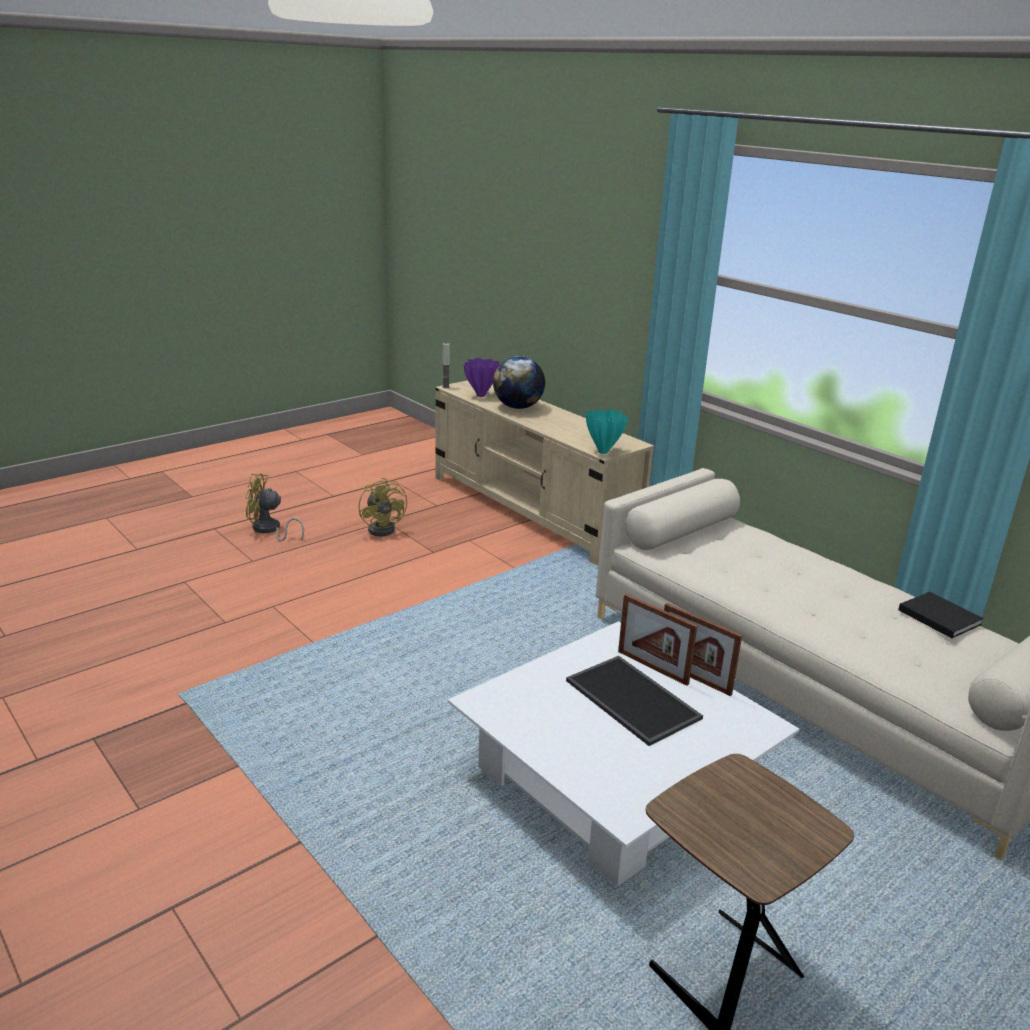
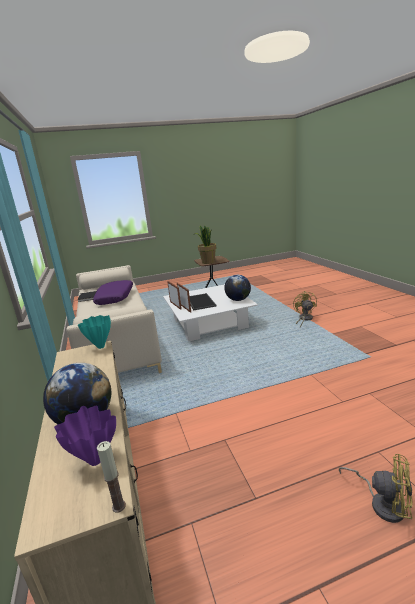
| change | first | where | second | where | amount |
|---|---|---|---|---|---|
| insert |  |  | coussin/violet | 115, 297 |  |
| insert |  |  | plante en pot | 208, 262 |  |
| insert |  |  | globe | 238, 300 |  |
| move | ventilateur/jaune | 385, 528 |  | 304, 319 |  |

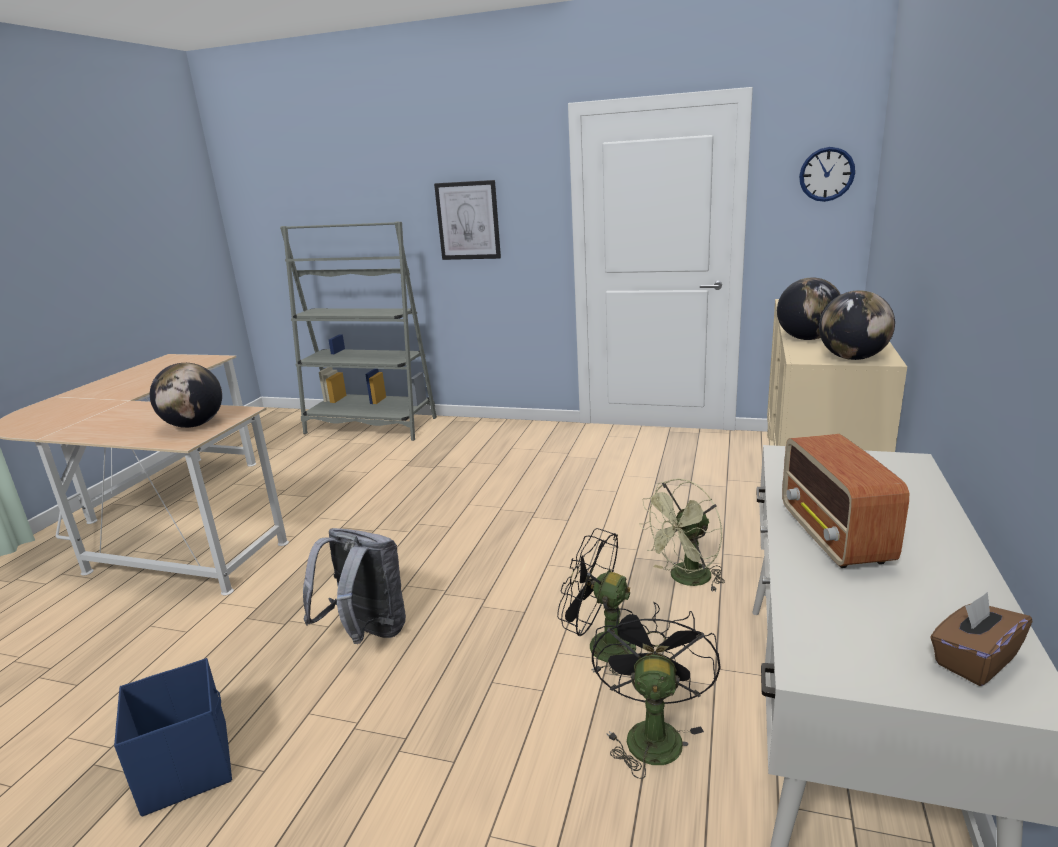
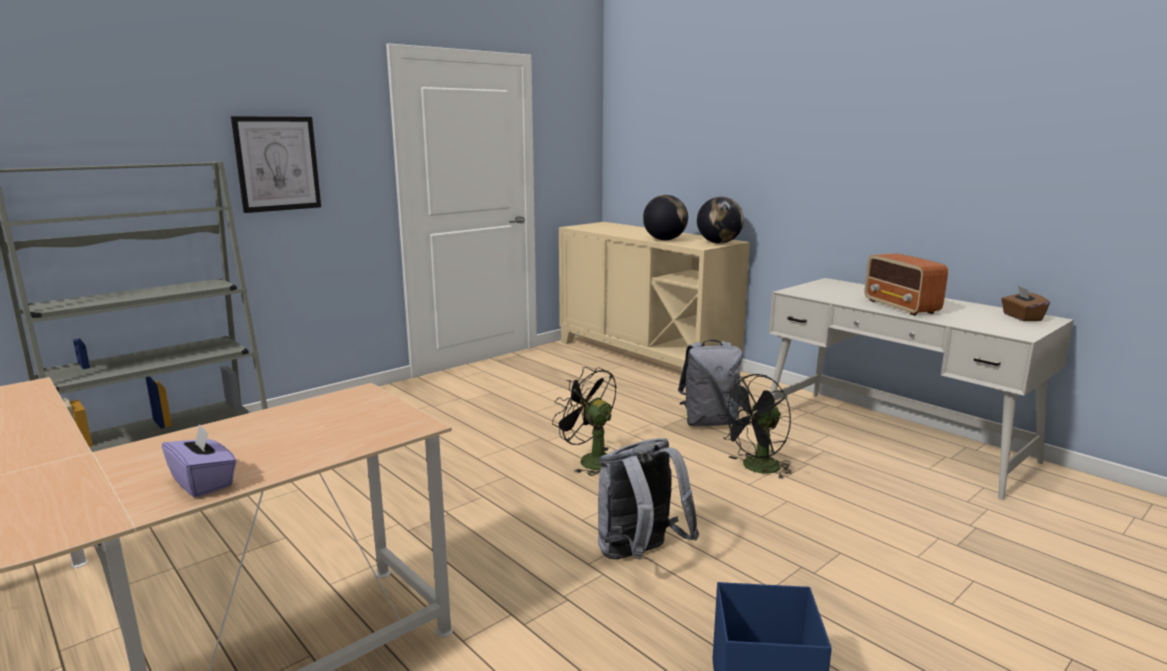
| change | first | where | second | where | amount |
|---|---|---|---|---|---|
| delete | globe | 194, 425 |  |  |  |
| delete | horloge murale | 826, 174 |  |  |  |
| insert |  |  | boîte à mouchoirs/violet | 204, 482 |  |
| move | ventilateur/noir | 651, 732 |  | 590, 460 |  |
| replace | ventilateur/vert | 685, 580 | sac à dos/gris | 709, 422 |  |
| rotate | radio | 834, 536 |  | 901, 307 | 45 degrees clockwise |

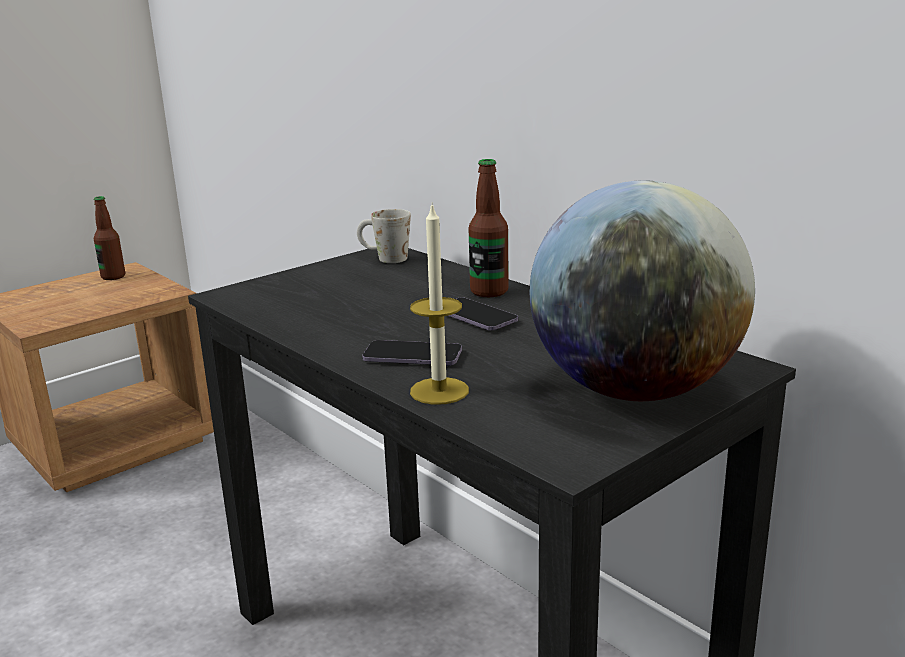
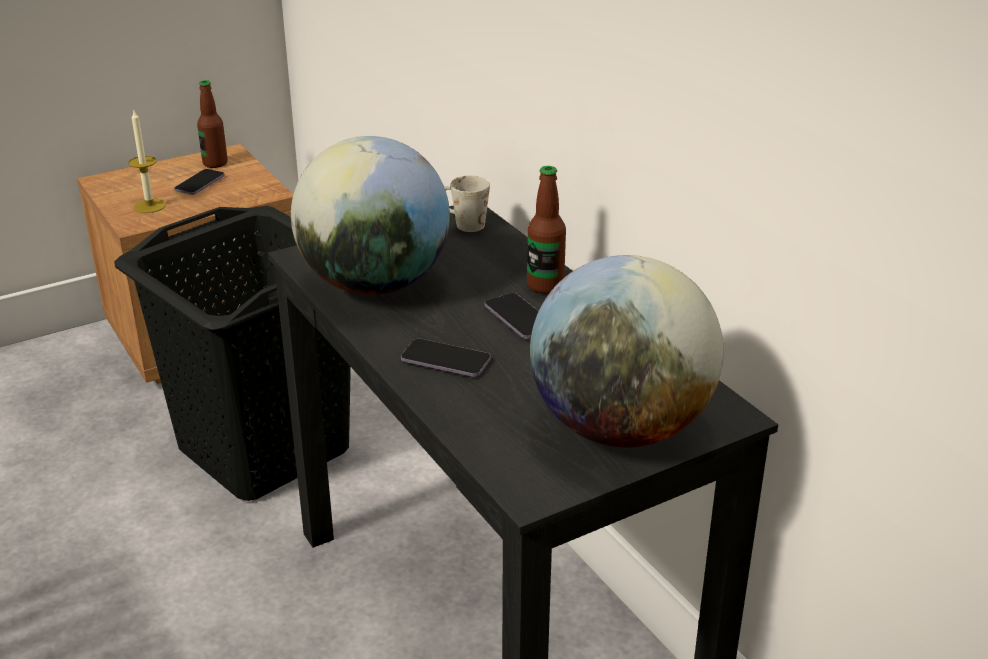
| change | first | where | second | where | amount |
|---|---|---|---|---|---|
| insert |  |  | panier à linge/noir | 264, 447 |  |
| insert |  |  | téléphone | 200, 184 |  |
| insert |  |  | globe | 375, 285 |  |
| move | bougie | 439, 391 |  | 149, 206 |  |

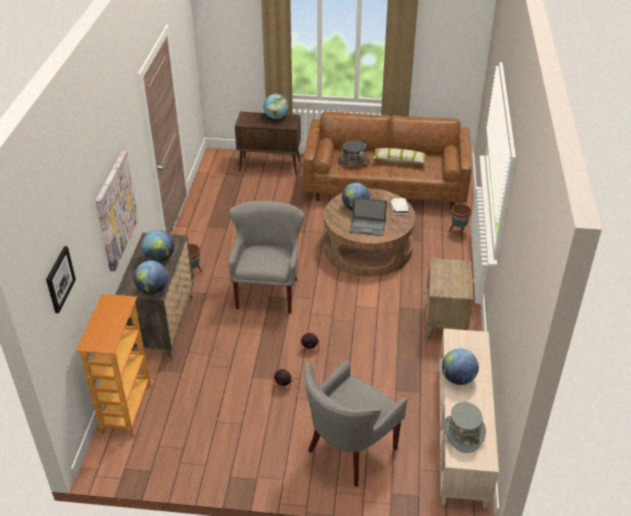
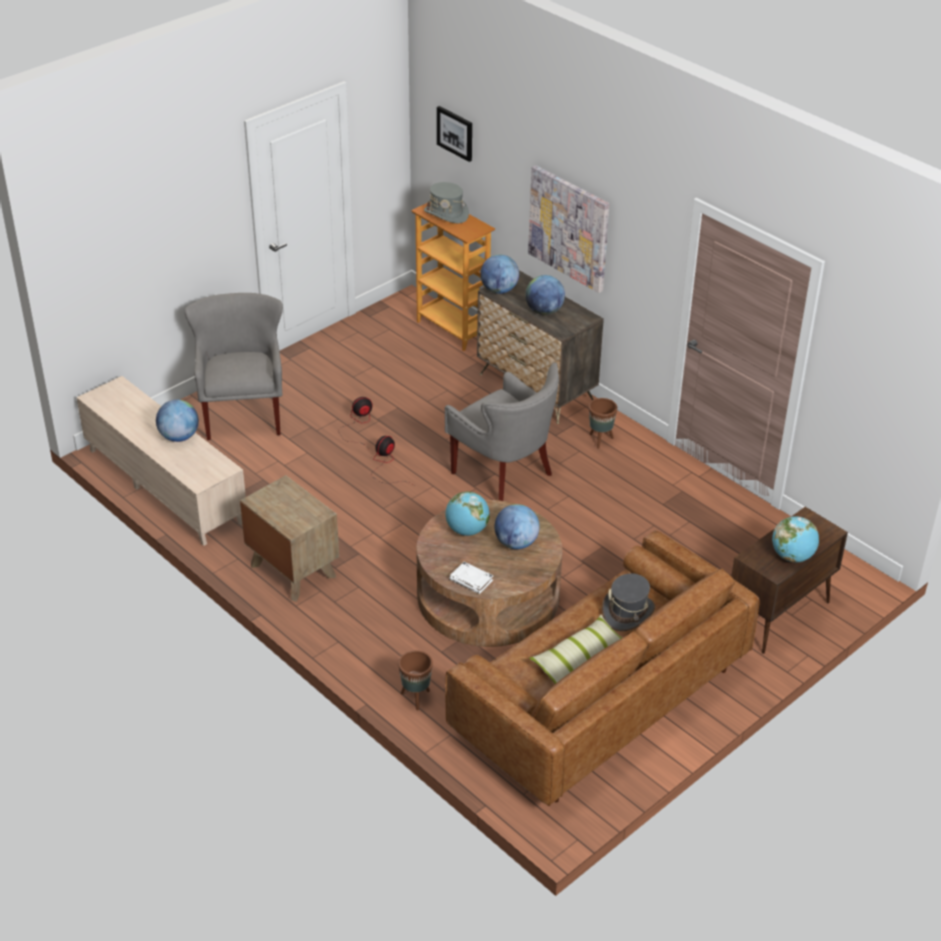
| change | first | where | second | where | amount |
|---|---|---|---|---|---|
| move | chapeau/gris | 463, 433 |  | 446, 214 |  |
| replace | ordinateur portable | 368, 227 | globe | 467, 530 |  |

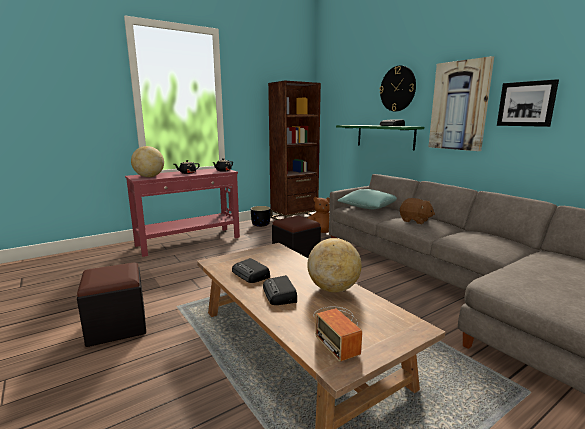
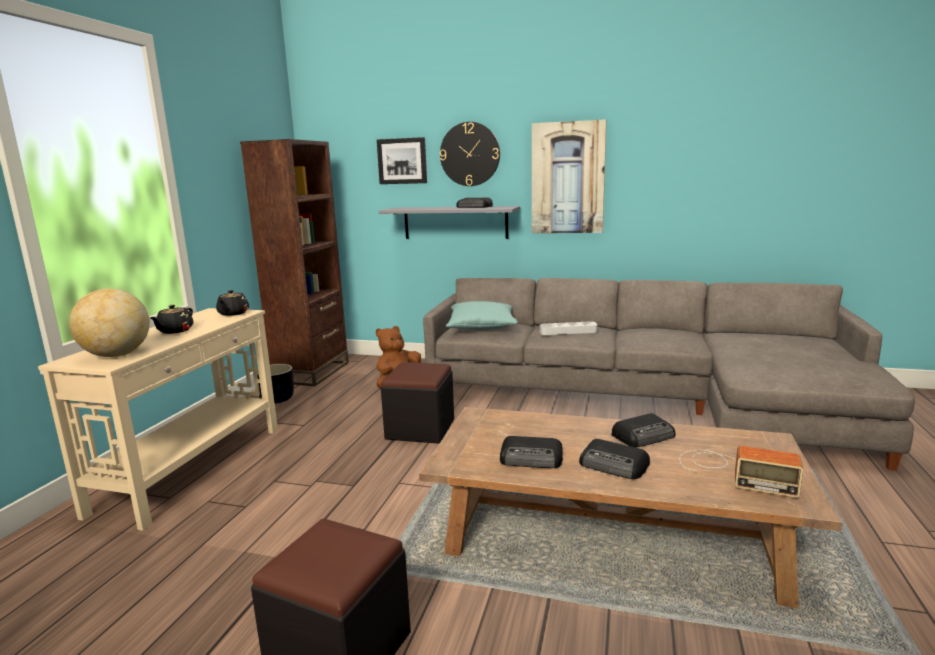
| change | first | where | second | where | amount |
|---|---|---|---|---|---|
| move | tableau | 526, 104 |  | 402, 161 |  |
| replace | globe | 333, 289 | radio | 644, 436 |  |
| replace | peluche/marron | 415, 221 | plateau/gris | 568, 331 |  |
| recolor | table console/rouge | 189, 241 | table console/beige | 193, 468 |  |
| recolor | étagère/vert | 385, 136 | étagère/gris | 455, 222 |  |

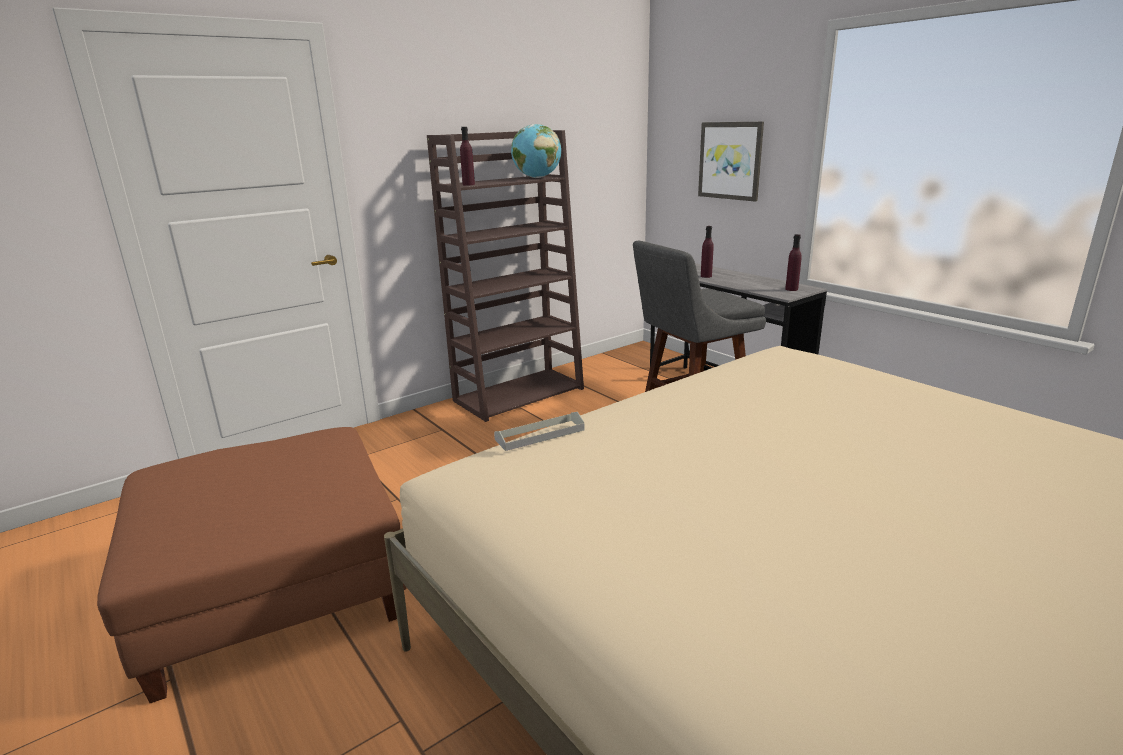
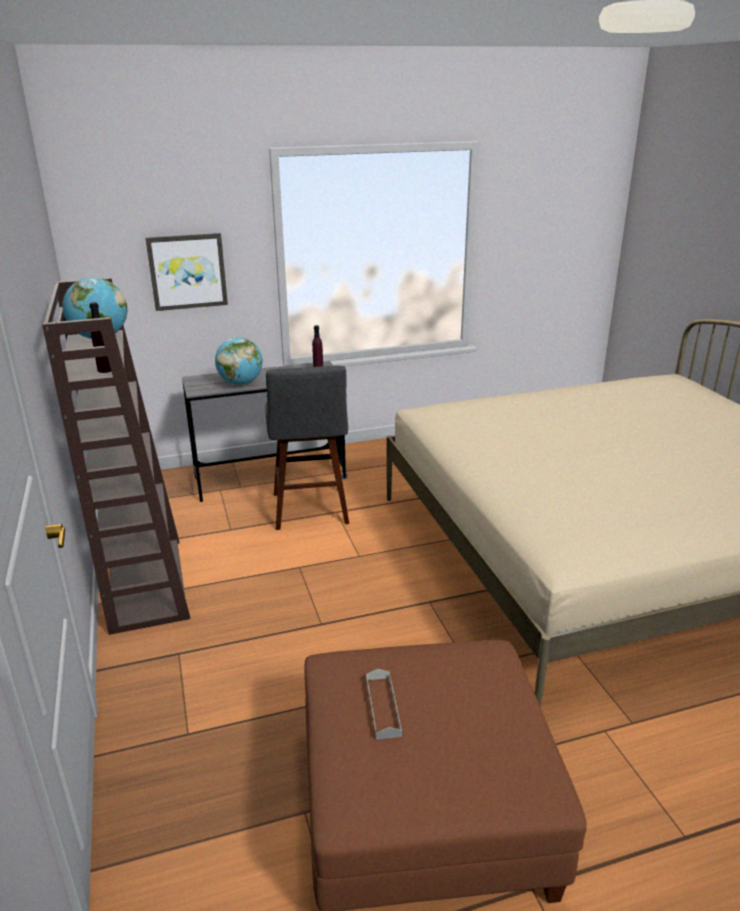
| change | first | where | second | where | amount |
|---|---|---|---|---|---|
| move | plateau/gris | 540, 435 |  | 383, 707 |  |
| replace | bouteille/violet | 706, 276 | globe | 240, 383 |  |

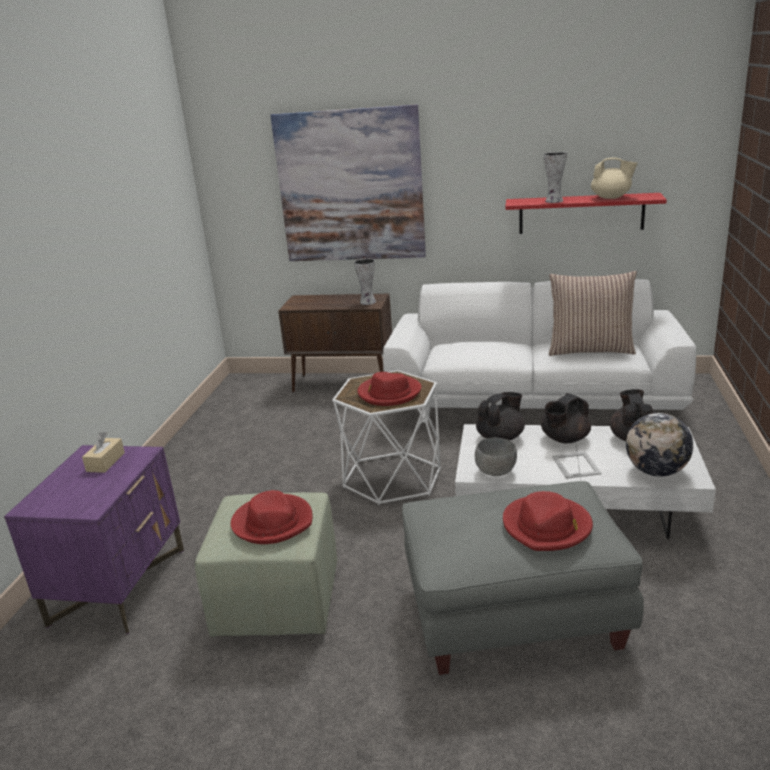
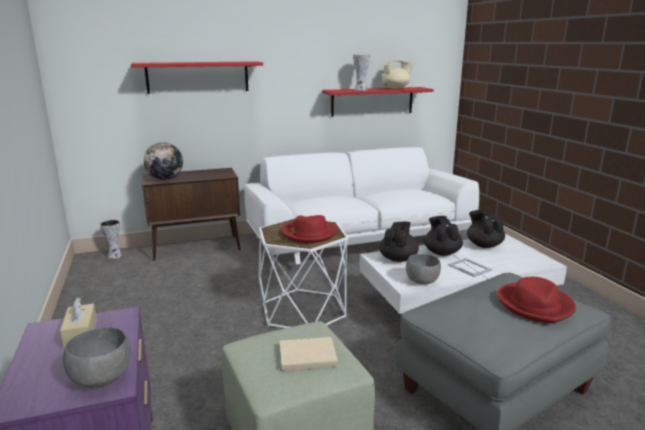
| change | first | where | second | where | amount |
|---|---|---|---|---|---|
| delete | coussin | 590, 349 |  |  |  |
| insert |  |  | bol/gris | 102, 377 |  |
| move | vase | 367, 302 |  | 114, 256 |  |
| move | globe | 656, 471 |  | 165, 179 |  |
| replace | chapeau/rouge | 273, 522 | livre/beige | 306, 355 |  |
| replace | tableau | 350, 186 | étagère/rouge | 198, 77 |  |
| rotate | théière/noir | 564, 439 |  | 441, 252 | 150 degrees clockwise |

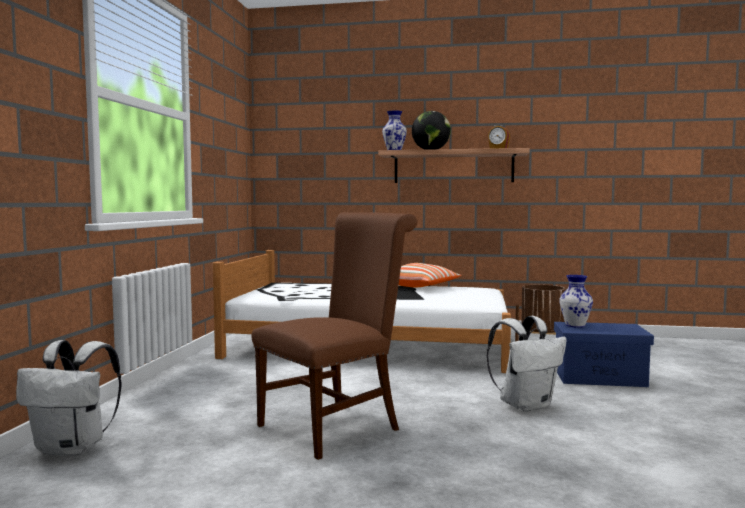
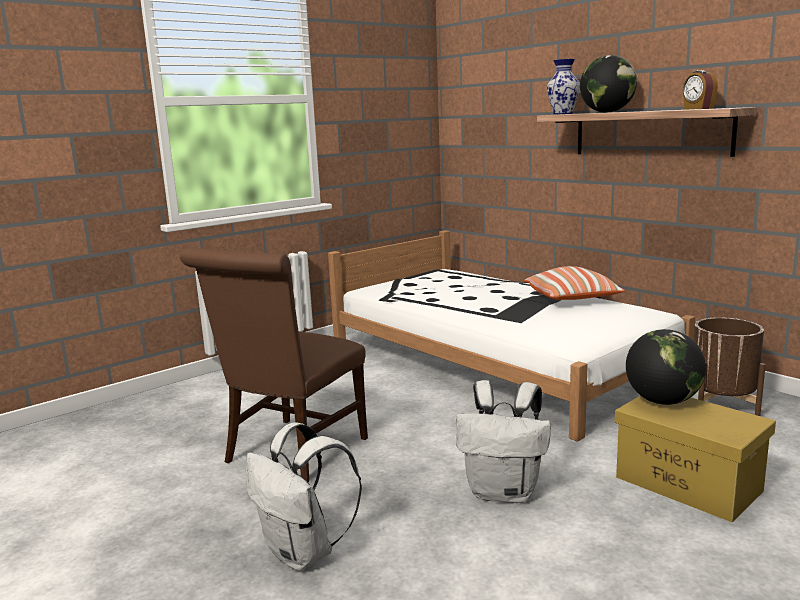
| change | first | where | second | where | amount |
|---|---|---|---|---|---|
| move | sac à dos/blanc | 73, 448 |  | 304, 553 |  |
| replace | vase | 574, 325 | globe | 662, 401 |  |
| recolor | boîte de rangement/bleu | 600, 377 | boîte de rangement/jaune | 689, 484 |  |
| rotate | chaise/marron | 335, 425 |  | 291, 453 | 120 degrees clockwise |

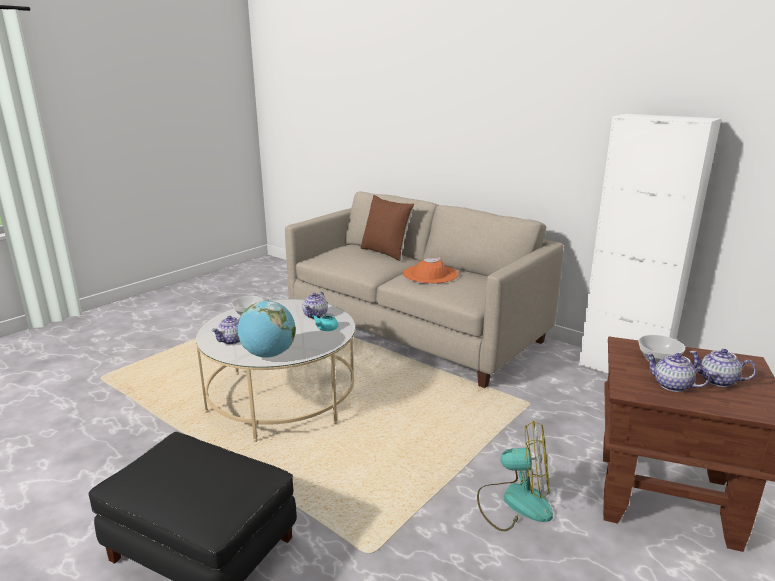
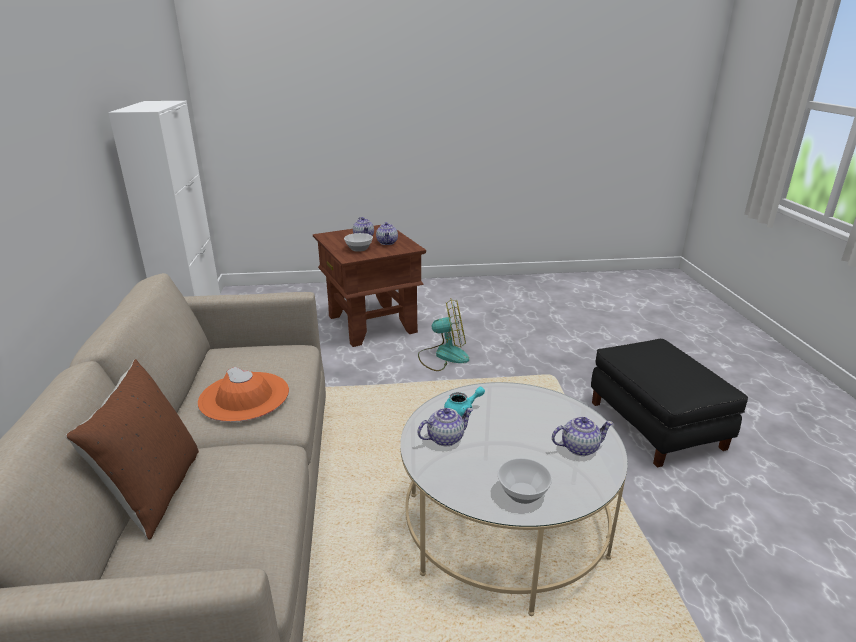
| change | first | where | second | where | amount |
|---|---|---|---|---|---|
| delete | globe | 269, 355 |  |  |  |
| rotate | ventilateur | 514, 502 |  | 443, 356 | 120 degrees clockwise |

